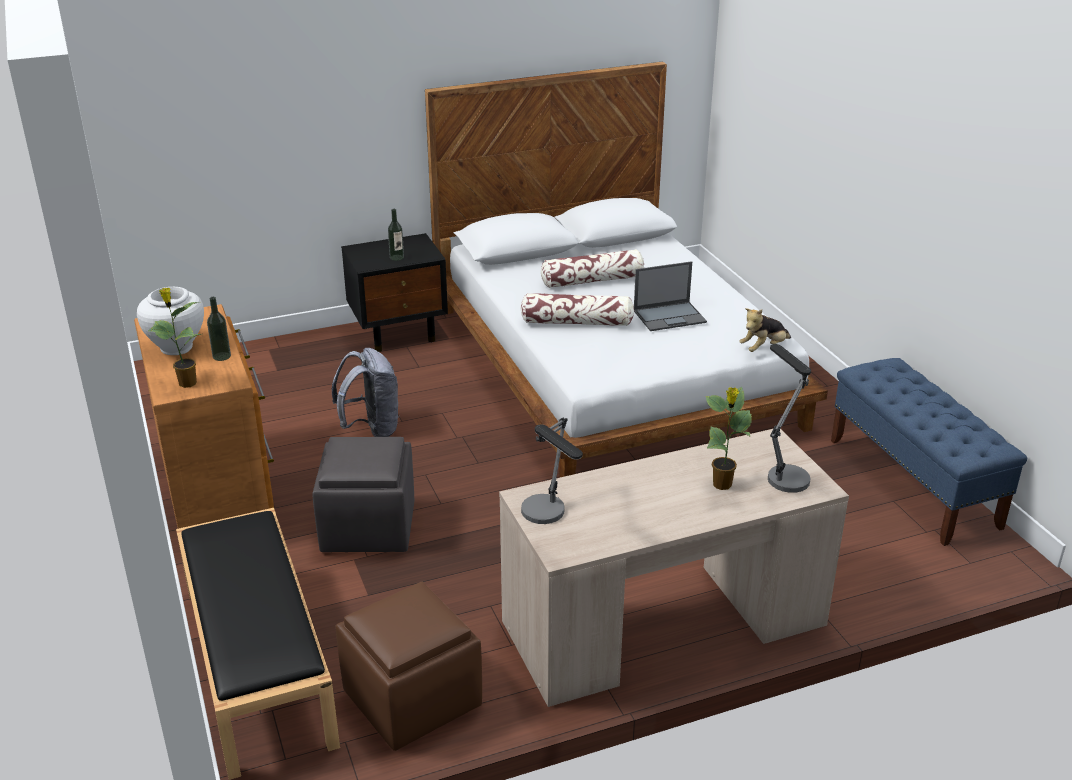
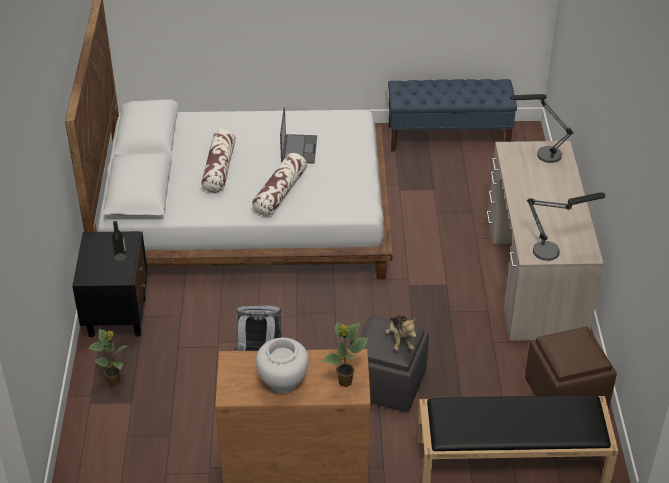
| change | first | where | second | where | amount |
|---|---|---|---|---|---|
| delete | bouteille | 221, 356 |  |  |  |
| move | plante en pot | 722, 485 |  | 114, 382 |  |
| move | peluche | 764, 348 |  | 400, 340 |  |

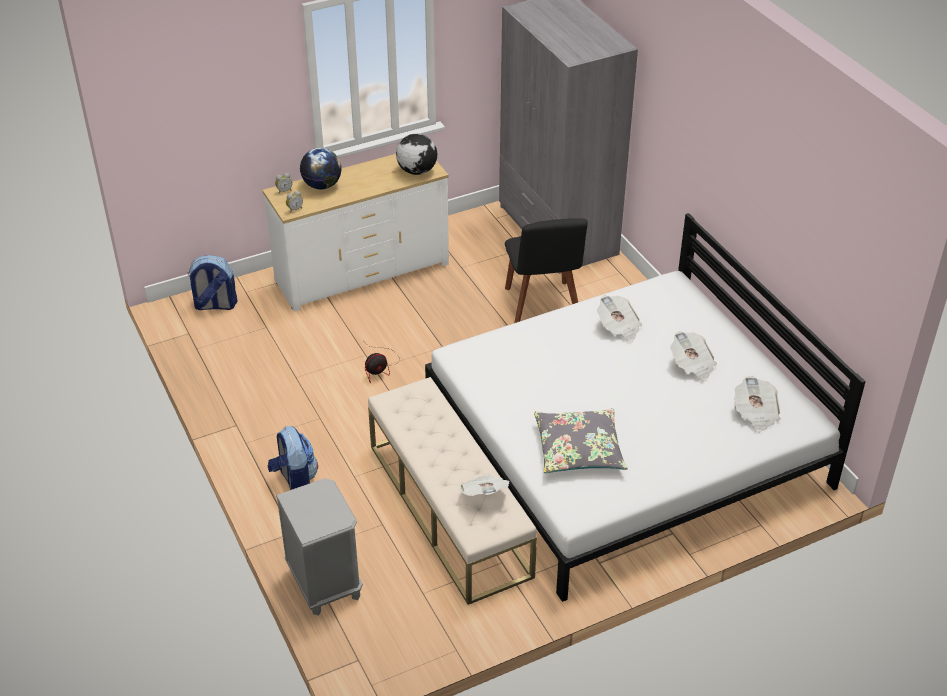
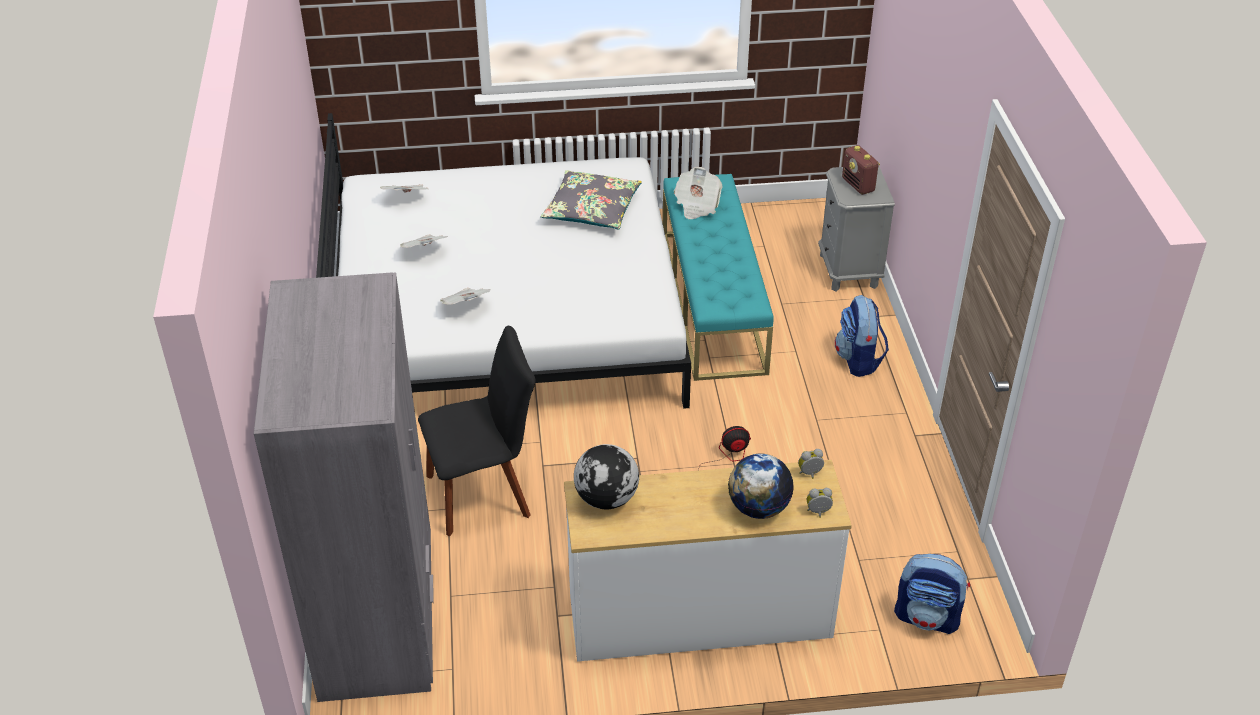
| change | first | where | second | where | amount |
|---|---|---|---|---|---|
| insert |  |  | radio | 858, 185 |  |
| recolor | banc/beige | 449, 510 | banc/turquoise | 712, 300 |  |
| rotate | chaise/noir | 543, 306 |  | 483, 493 | 60 degrees clockwise |

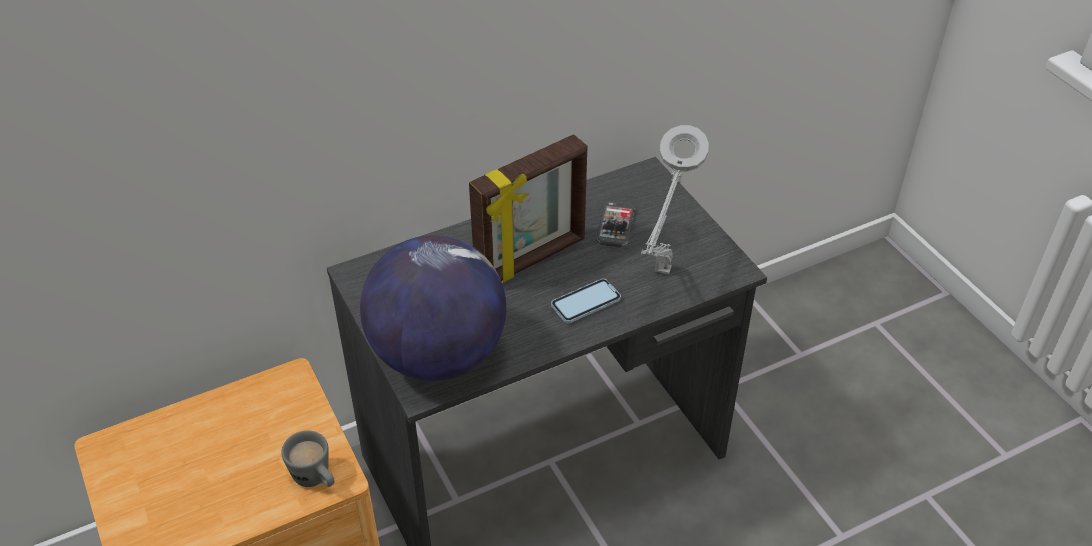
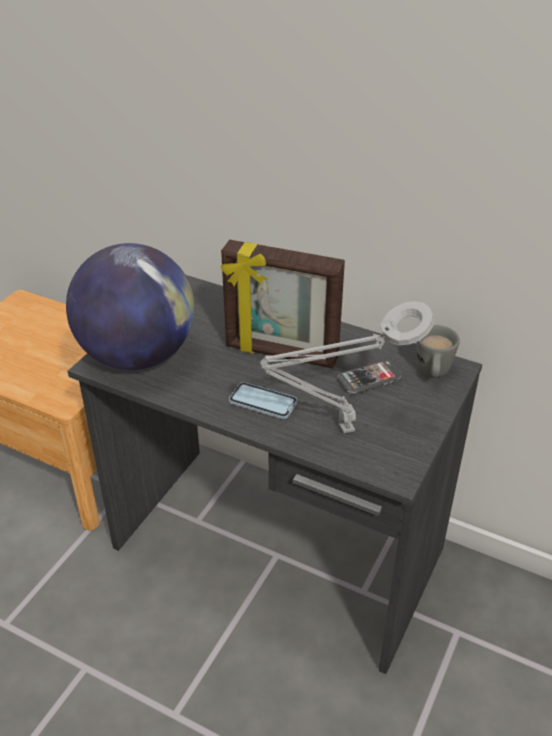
| change | first | where | second | where | amount |
|---|---|---|---|---|---|
| move | mug/gris | 316, 480 |  | 433, 373 |  |

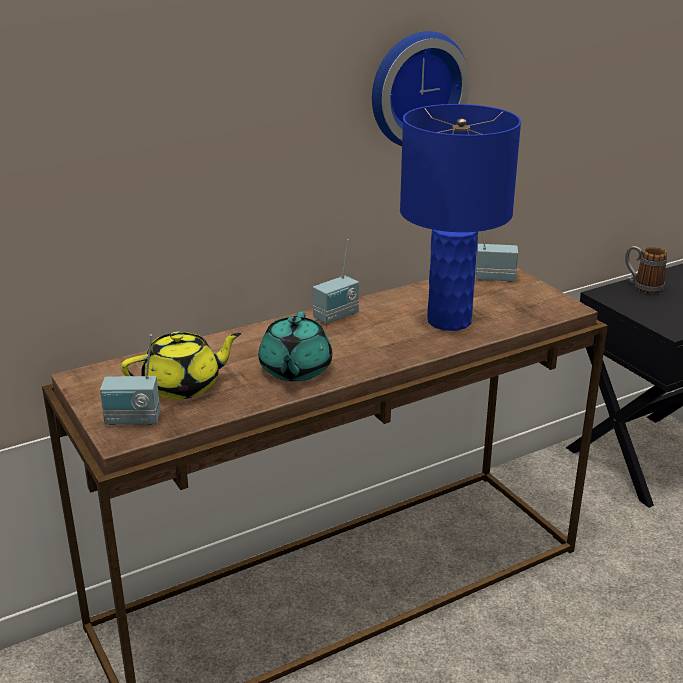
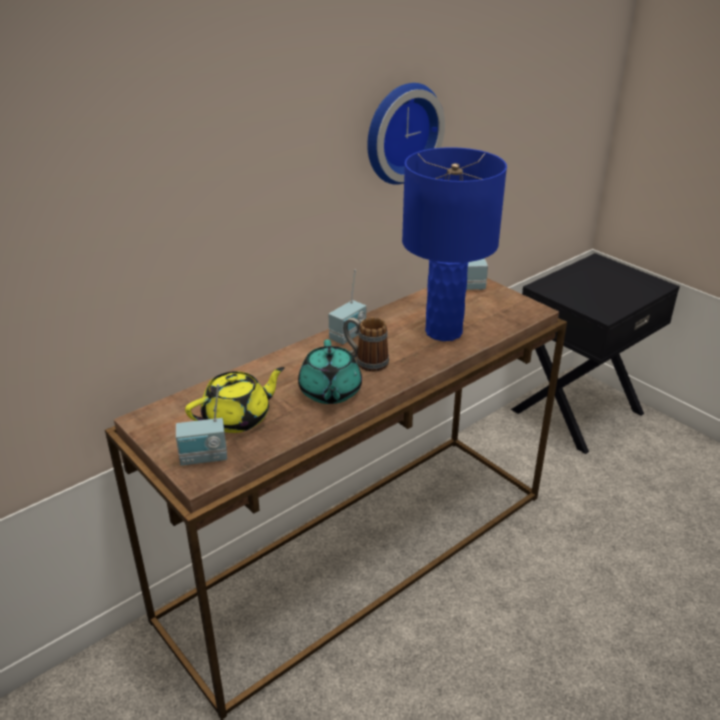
| change | first | where | second | where | amount |
|---|---|---|---|---|---|
| move | mug | 642, 287 |  | 365, 361 |  |

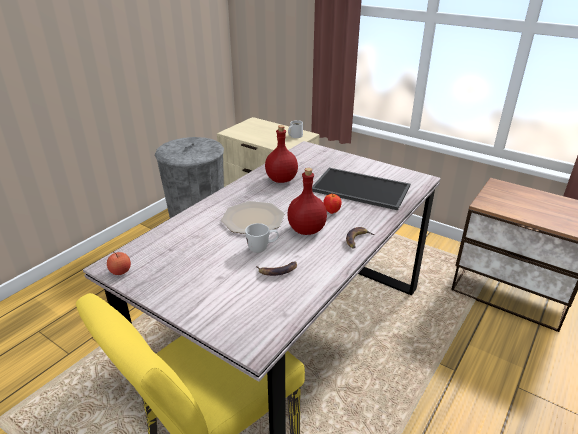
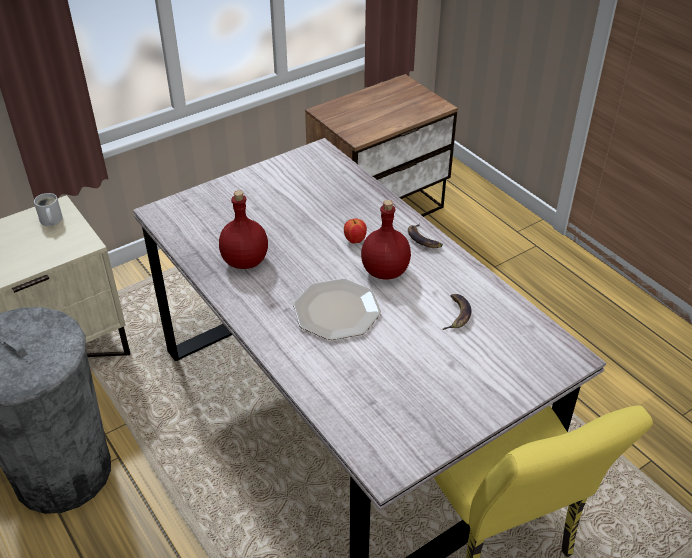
| change | first | where | second | where | amount |
|---|---|---|---|---|---|
| delete | pomme | 120, 271 |  |  |  |
| delete | mug/blanc | 262, 249 |  |  |  |
| delete | plateau | 359, 189 |  |  |  |

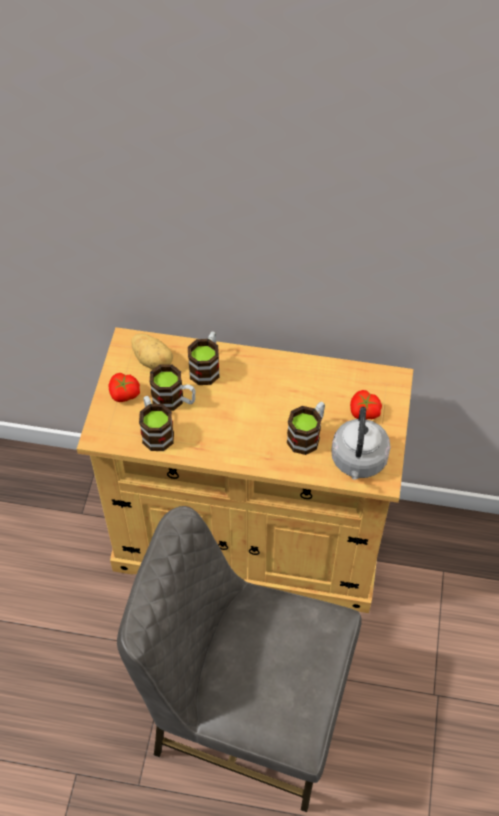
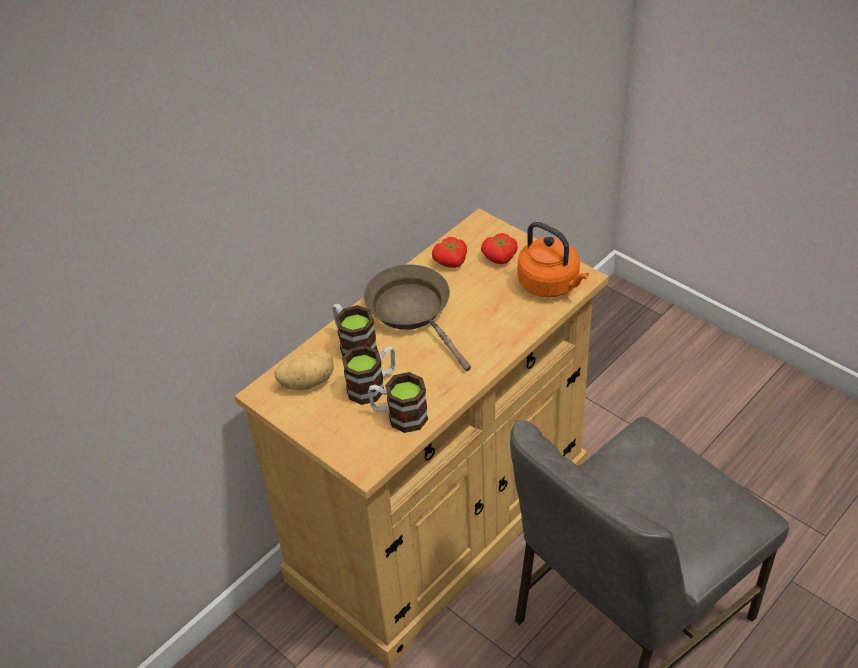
| change | first | where | second | where | amount |
|---|---|---|---|---|---|
| delete | mug | 307, 435 |  |  |  |
| insert |  |  | poêle/marron | 413, 312 |  |
| move | tomate | 124, 394 |  | 451, 262 |  |
| recolor | bouilloire/gris | 358, 462 | bouilloire/orange | 551, 285 |  |

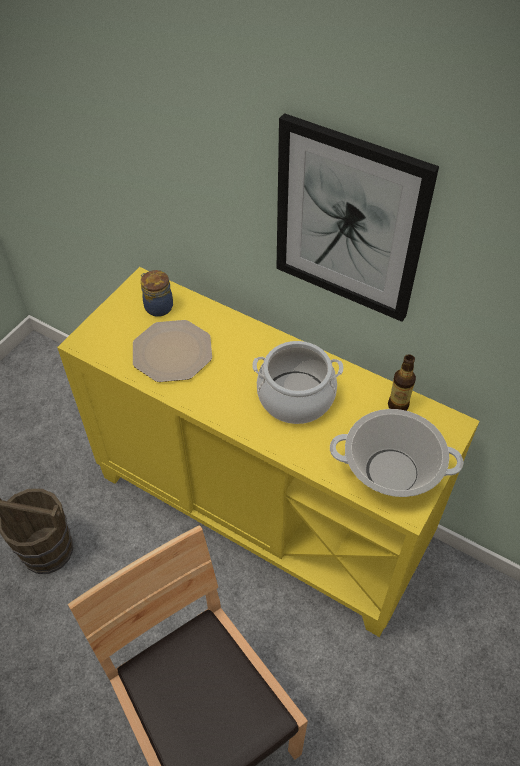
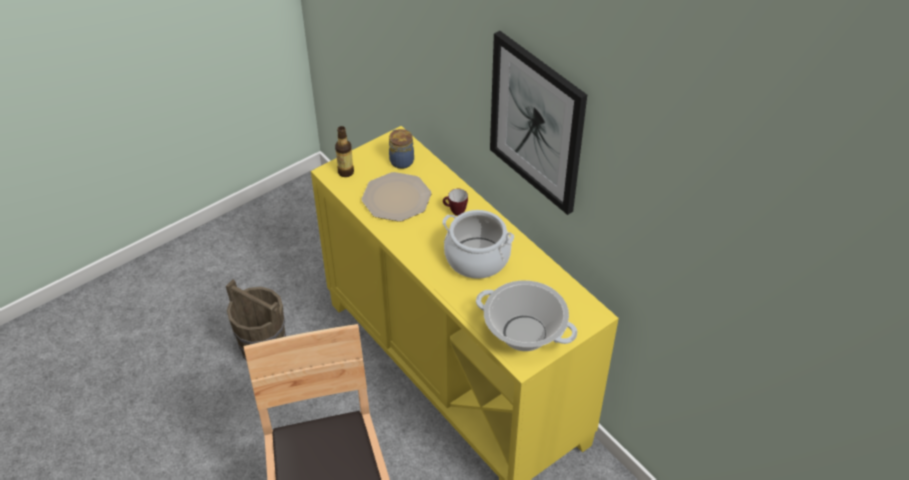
| change | first | where | second | where | amount |
|---|---|---|---|---|---|
| insert |  |  | mug | 455, 212 |  |
| move | bouteille | 398, 405 |  | 346, 172 |  |

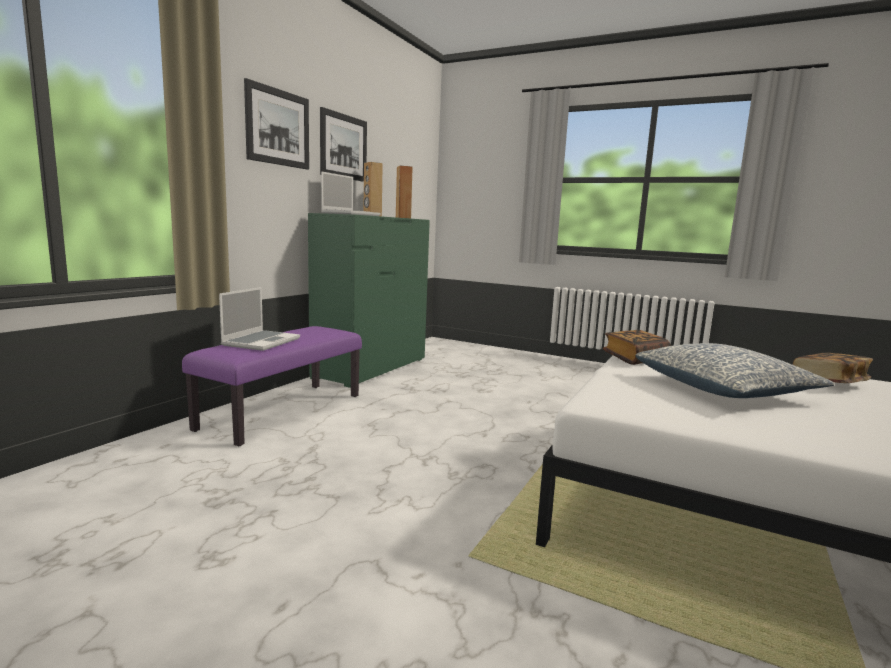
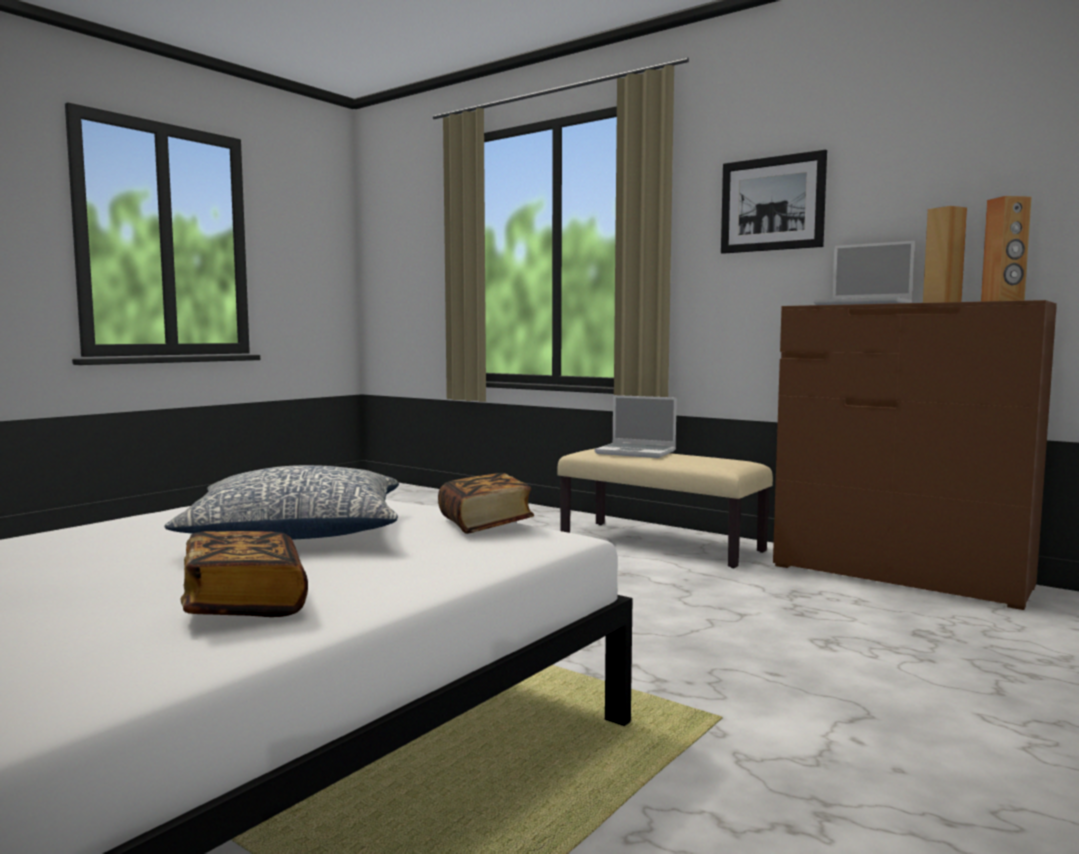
| change | first | where | second | where | amount |
|---|---|---|---|---|---|
| delete | tableau | 343, 147 |  |  |  |
| recolor | banc/violet | 283, 411 | banc/beige | 661, 544 |  |
| recolor | commode/vert | 371, 368 | commode/marron | 899, 576 |  |

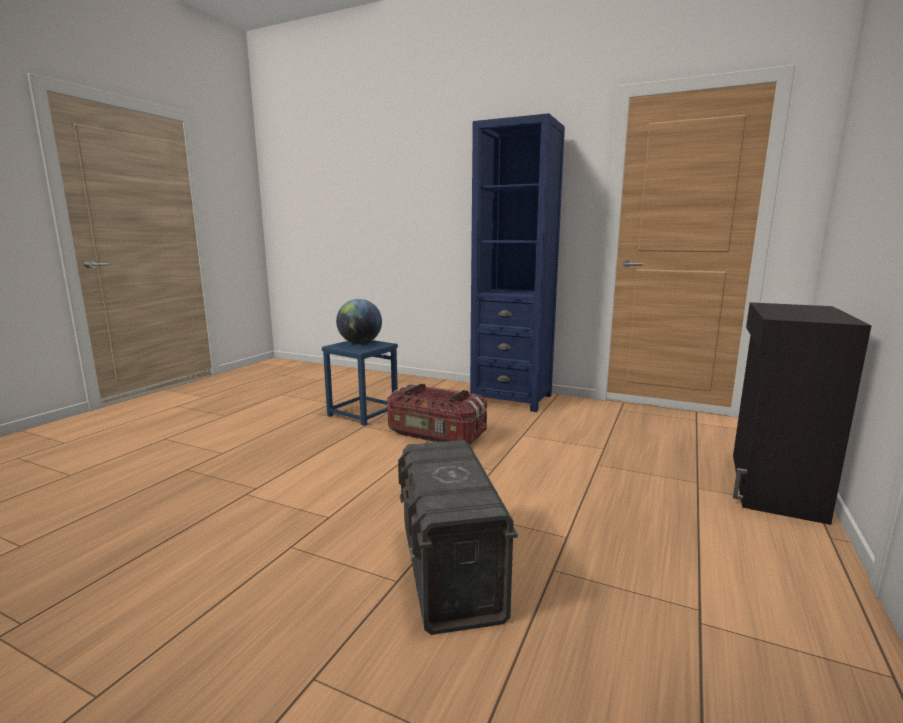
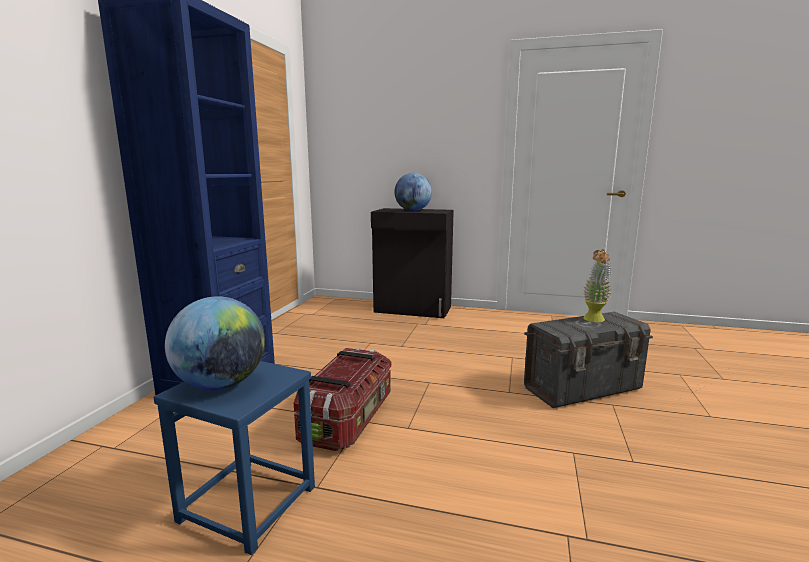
| change | first | where | second | where | amount |
|---|---|---|---|---|---|
| insert |  |  | globe | 413, 210 |  |
| insert |  |  | plante en pot | 594, 320 |  |

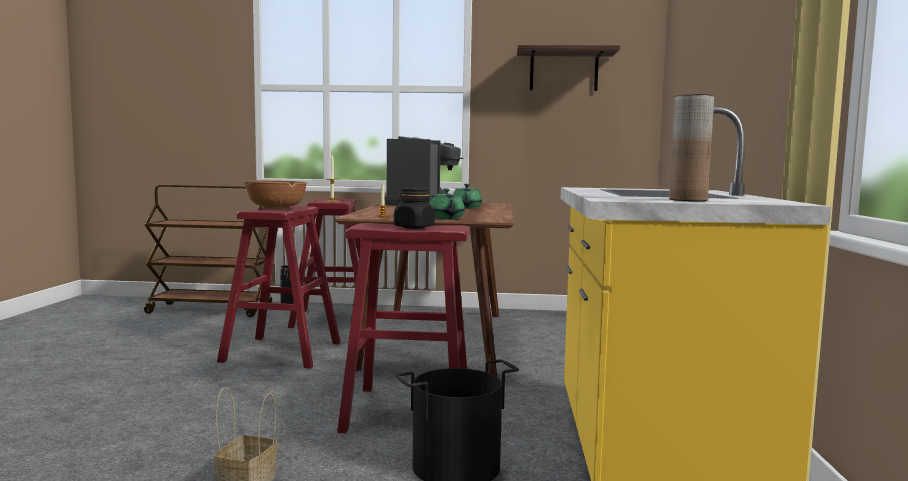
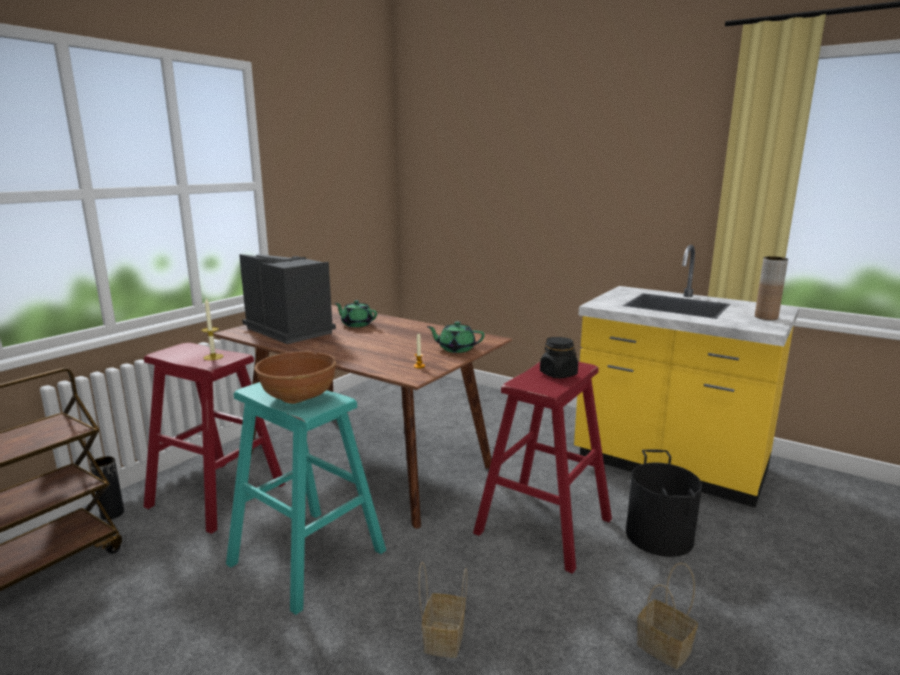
| change | first | where | second | where | amount |
|---|---|---|---|---|---|
| delete | étagère | 563, 71 |  |  |  |
| insert |  |  | panier | 443, 637 |  |
| recolor | tabouret/rouge | 282, 352 | tabouret/turquoise | 307, 557 |  |

